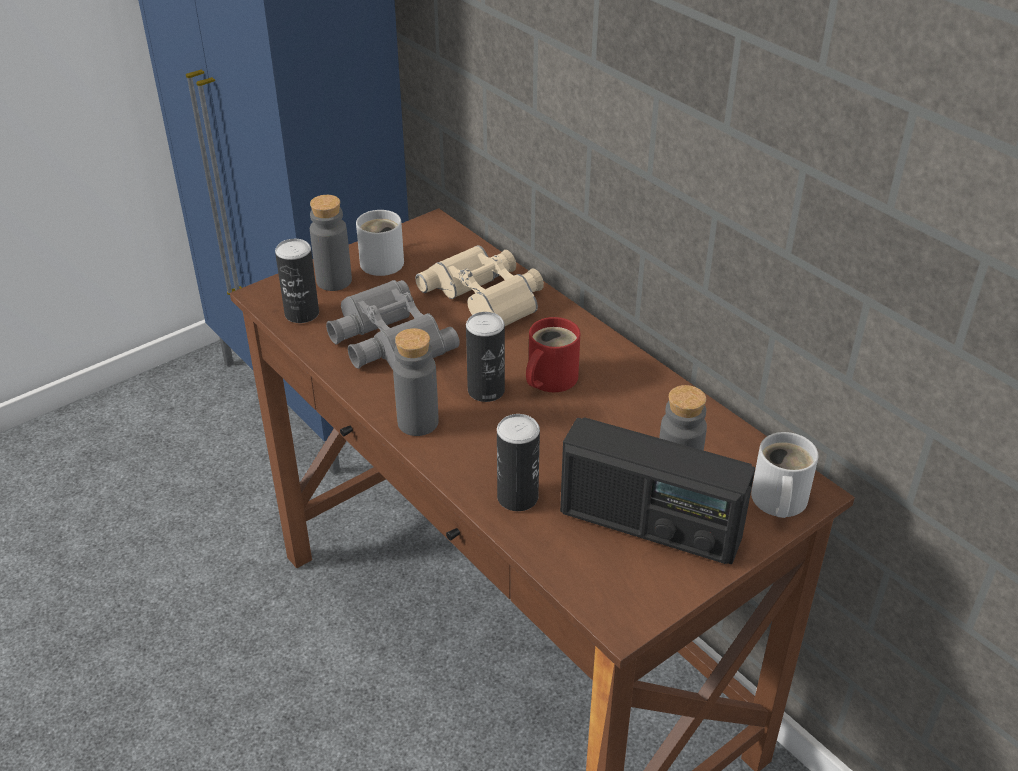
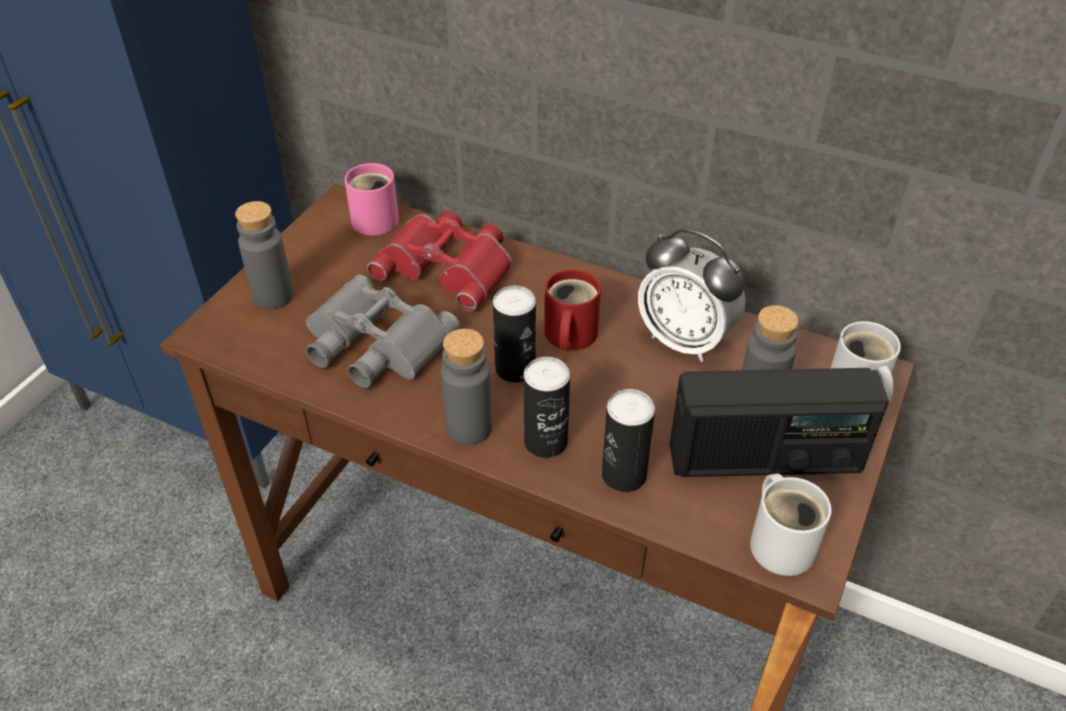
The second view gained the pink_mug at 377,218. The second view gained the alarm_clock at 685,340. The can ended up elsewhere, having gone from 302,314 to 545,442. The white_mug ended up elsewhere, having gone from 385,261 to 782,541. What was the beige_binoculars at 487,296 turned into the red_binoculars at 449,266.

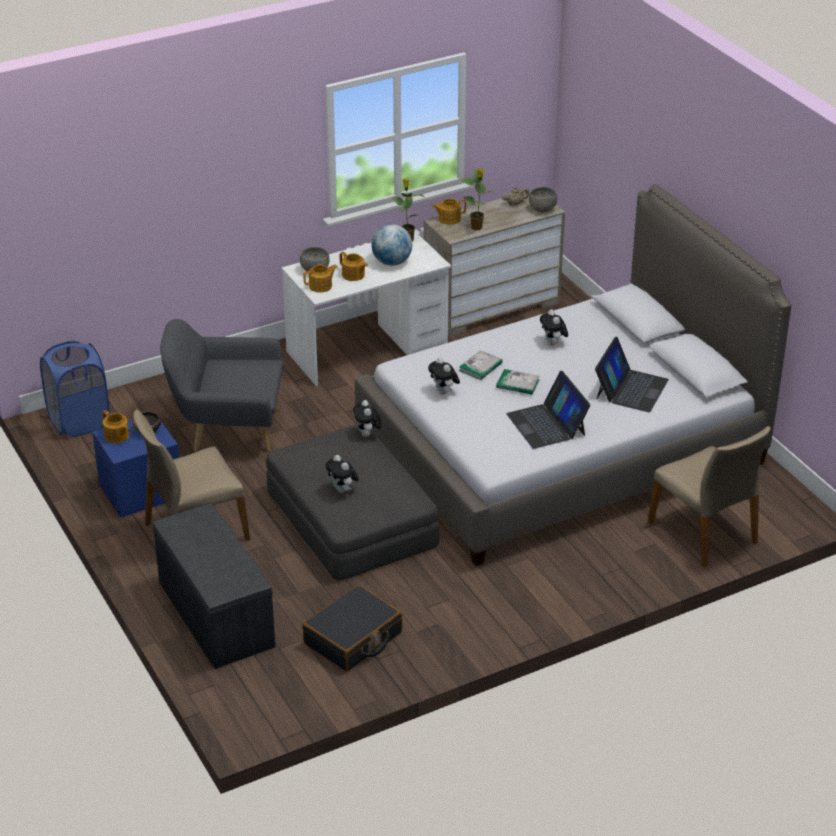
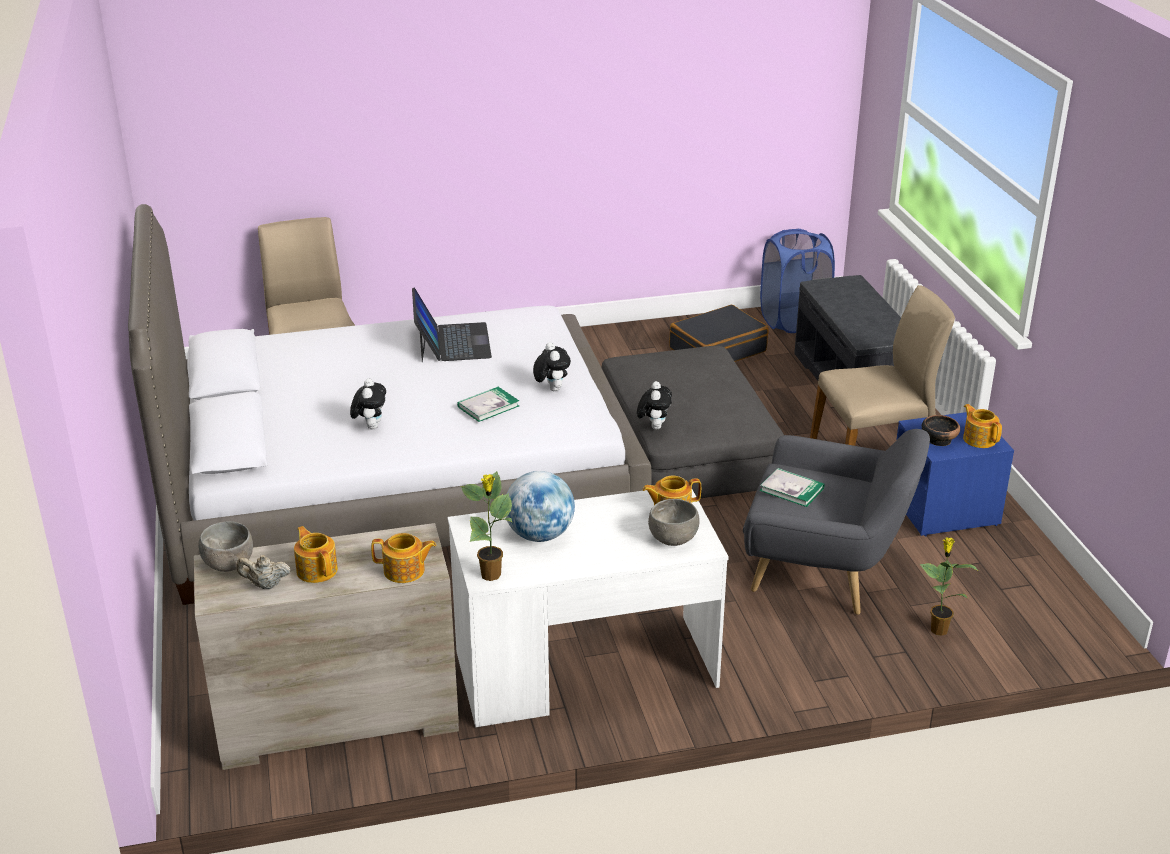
The second view lost the plush_toy at 343,490. The second view lost the laptop at 631,389. The blue_laundry_basket ended up elsewhere, having gone from 79,421 to 793,321. The teapot ended up elsewhere, having gone from 353,275 to 317,570. The potted_plant ended up elsewhere, having gone from 477,228 to 938,629. The book ended up elsewhere, having gone from 517,383 to 791,489.

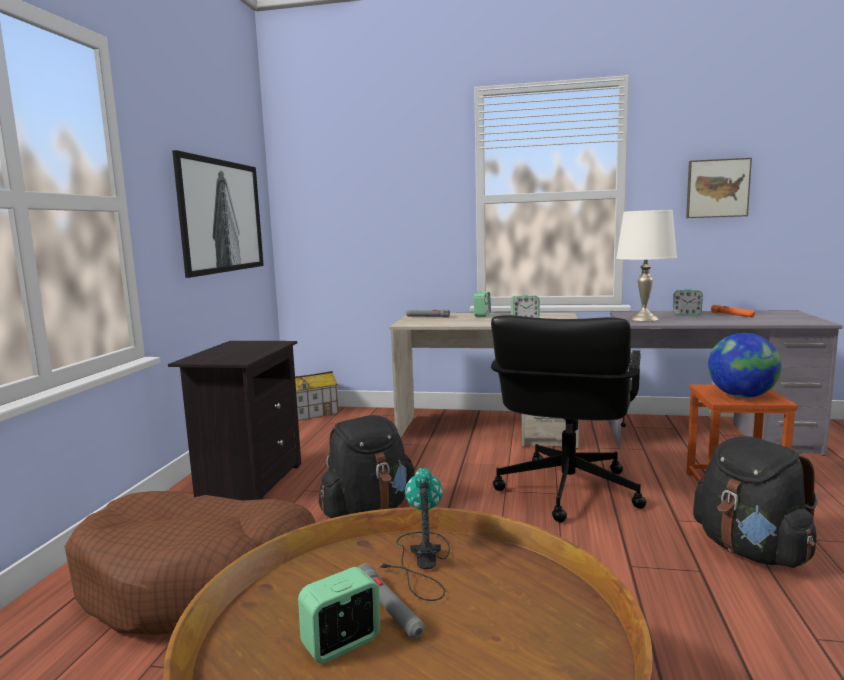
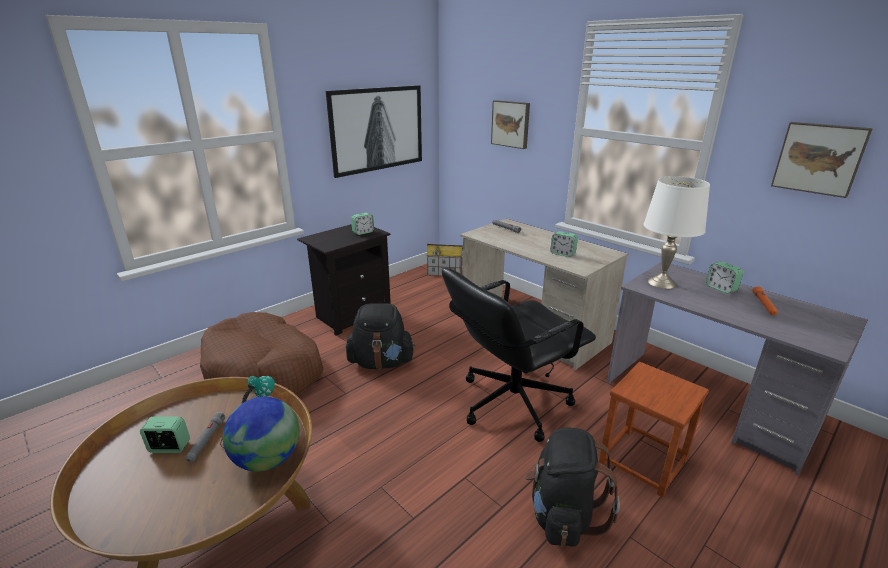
The second view gained the picture at 511,124. The alarm_clock ended up elsewhere, having gone from 482,315 to 363,232. The globe ended up elsewhere, having gone from 741,396 to 267,460.

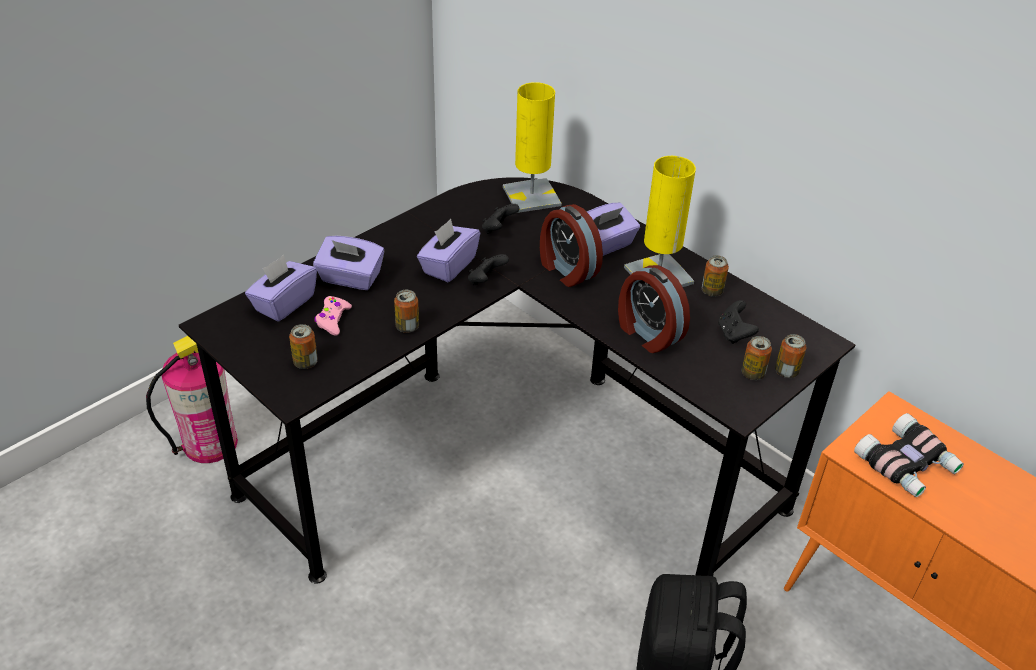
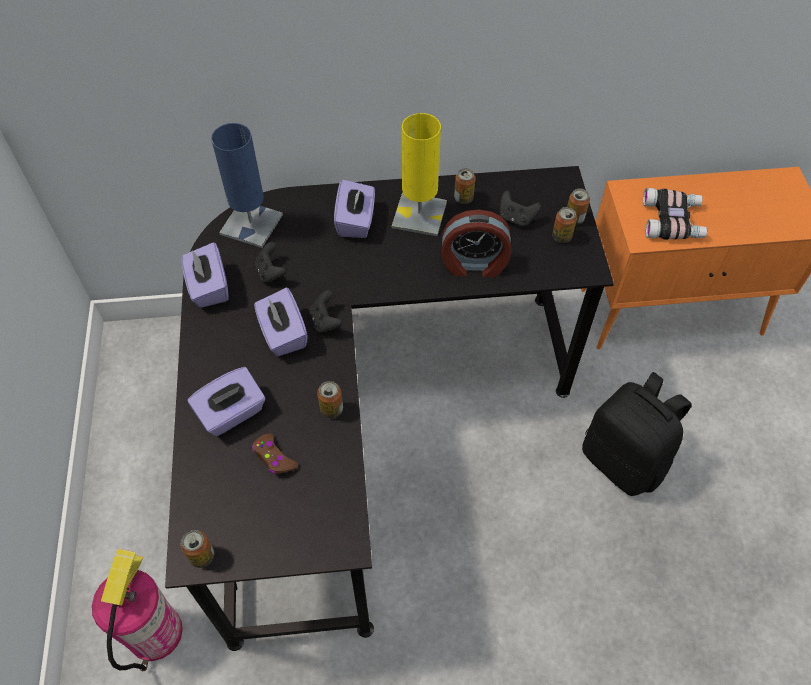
The second view lost the alarm_clock at 566,270. The purple_tissue_box ended up elsewhere, having gone from 284,303 to 209,287. The can ended up elsewhere, having gone from 305,362 to 202,556. What was the pink_game_controller at 333,320 turned into the brown_game_controller at 274,458. What was the yellow_table_lamp at 531,196 turned into the blue_table_lamp at 251,224.

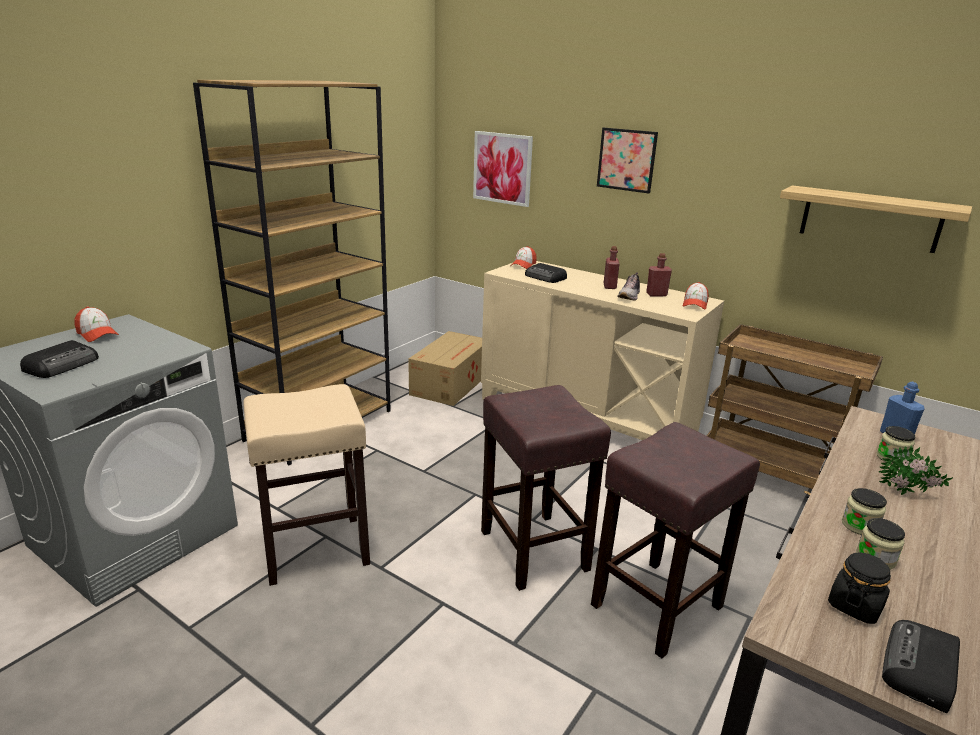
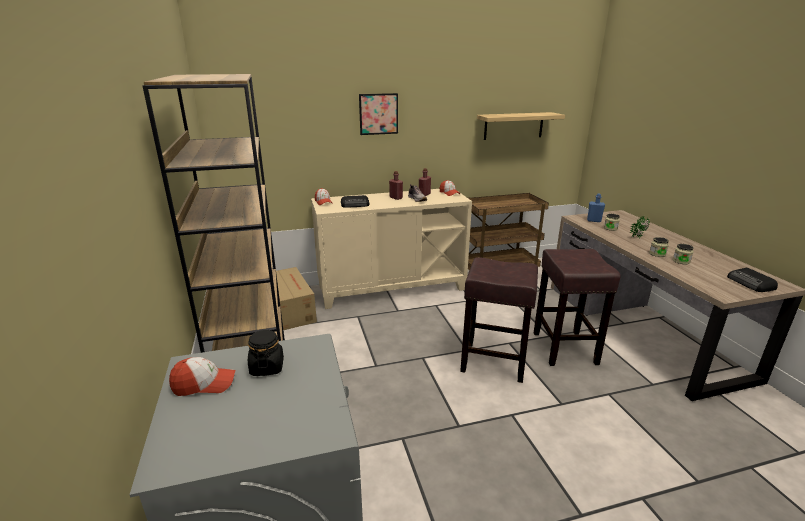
The second view lost the radio at 63,365. The second view lost the beige_stool at 314,550. The second view lost the picture at 502,168. The black_jar ended up elsewhere, having gone from 855,605 to 267,367.

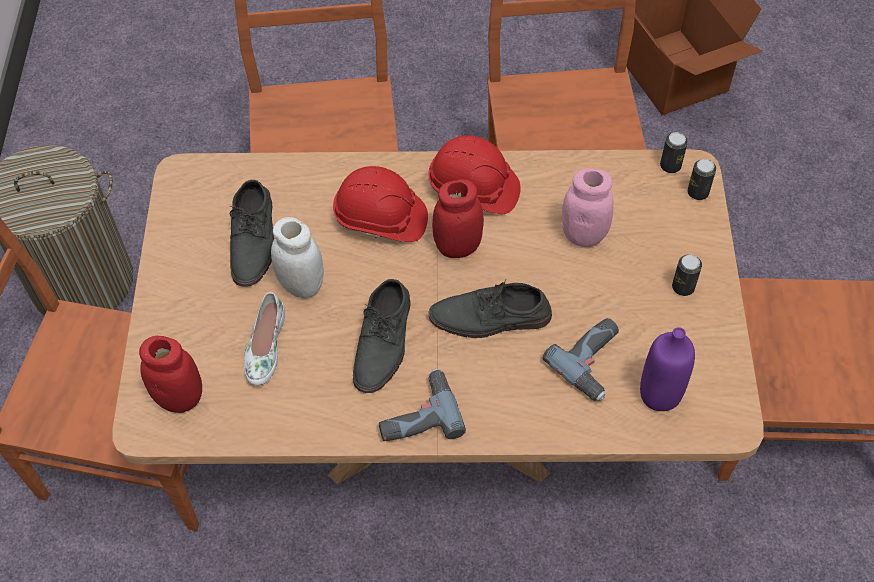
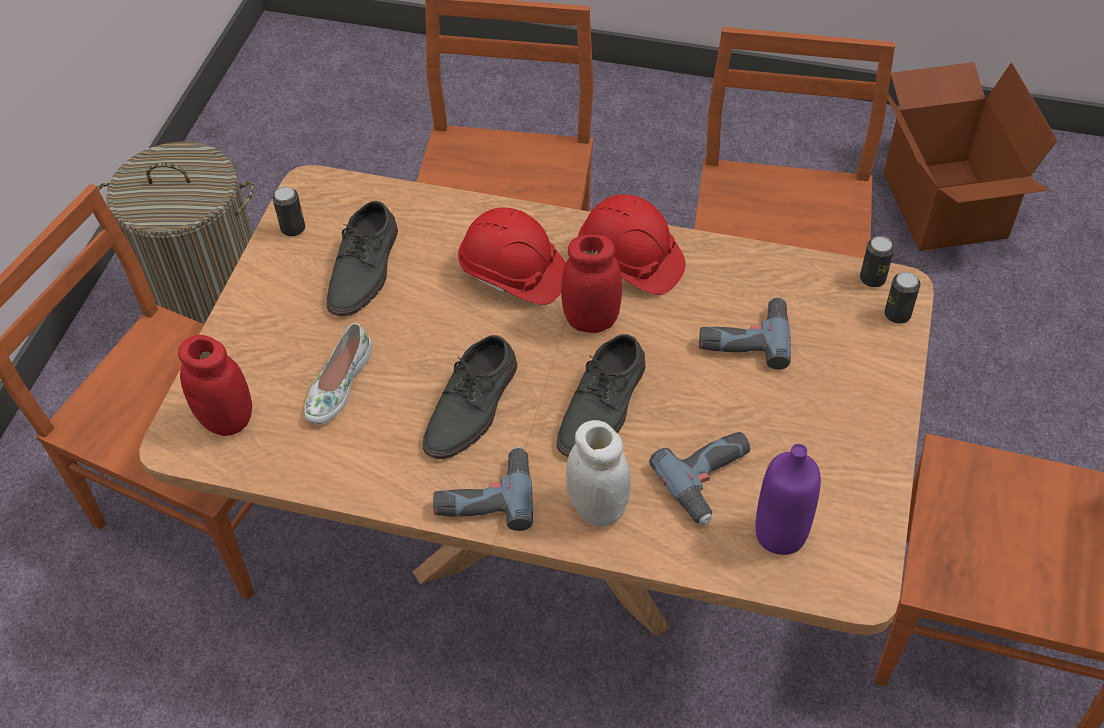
The white_jar ended up elsewhere, having gone from 301,285 to 597,507. The can ended up elsewhere, having gone from 683,287 to 293,228. Where the pink_jar stood at 583,234, the power_drill came to stand at 744,335. The grey_shoe at 490,318 ended up facing another way, 75 degrees counterclockwise from before.

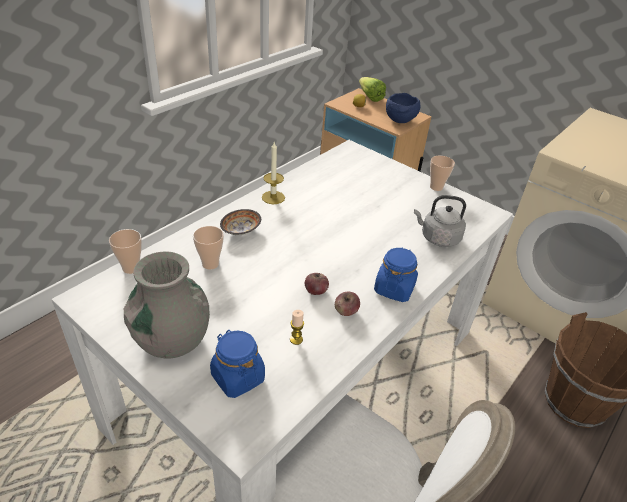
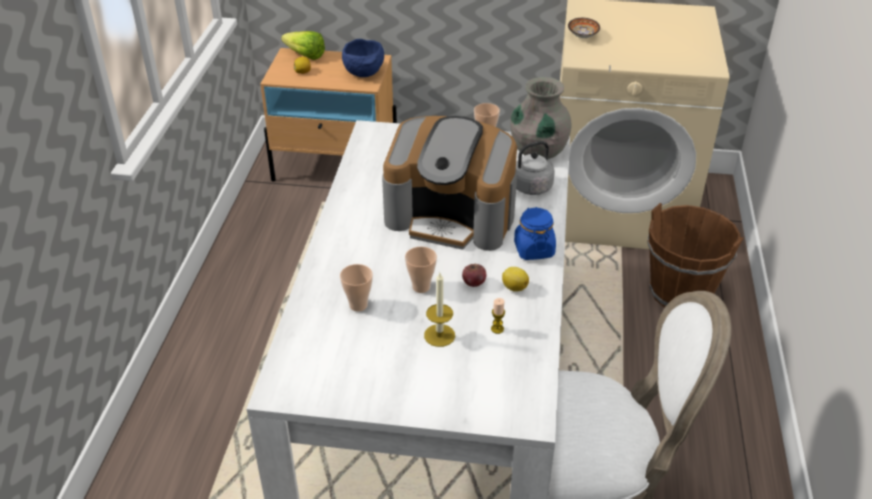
The second view lost the blue_jar at 237,377. The second view gained the coffee_machine at 452,216. The cup ended up elsewhere, having gone from 131,268 to 421,287. The grey_vase ended up elsewhere, having gone from 172,340 to 538,151. The bowl ended up elsewhere, having gone from 240,231 to 582,36. The candle ended up elsewhere, having gone from 273,197 to 439,335. Where the apple stood at 346,311, the lemon came to stand at 514,287.

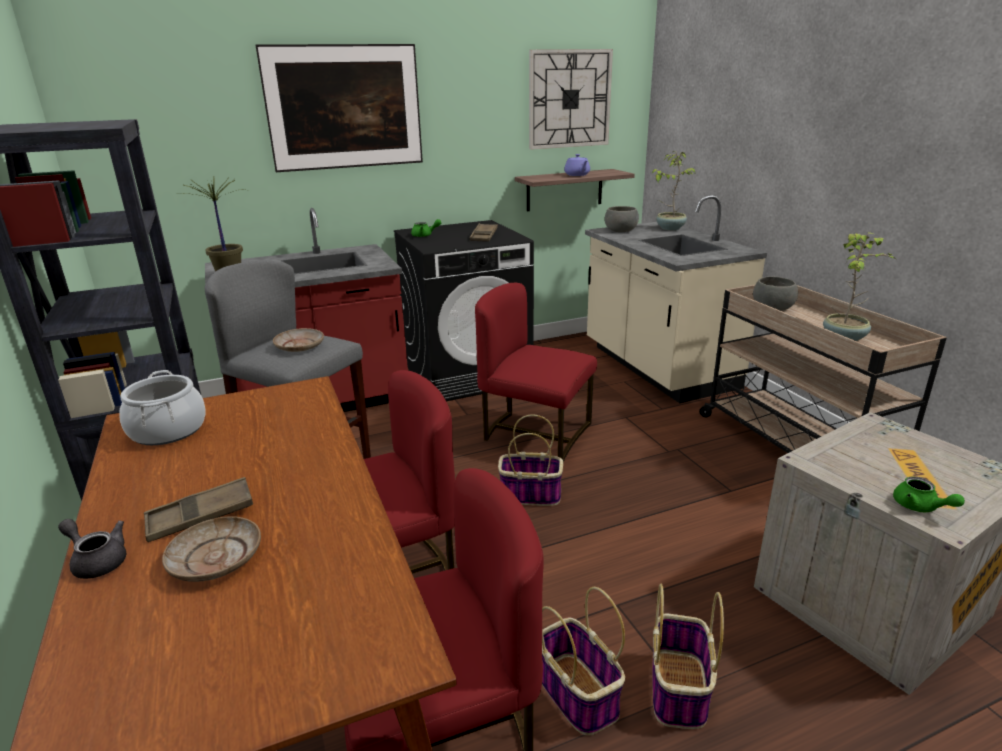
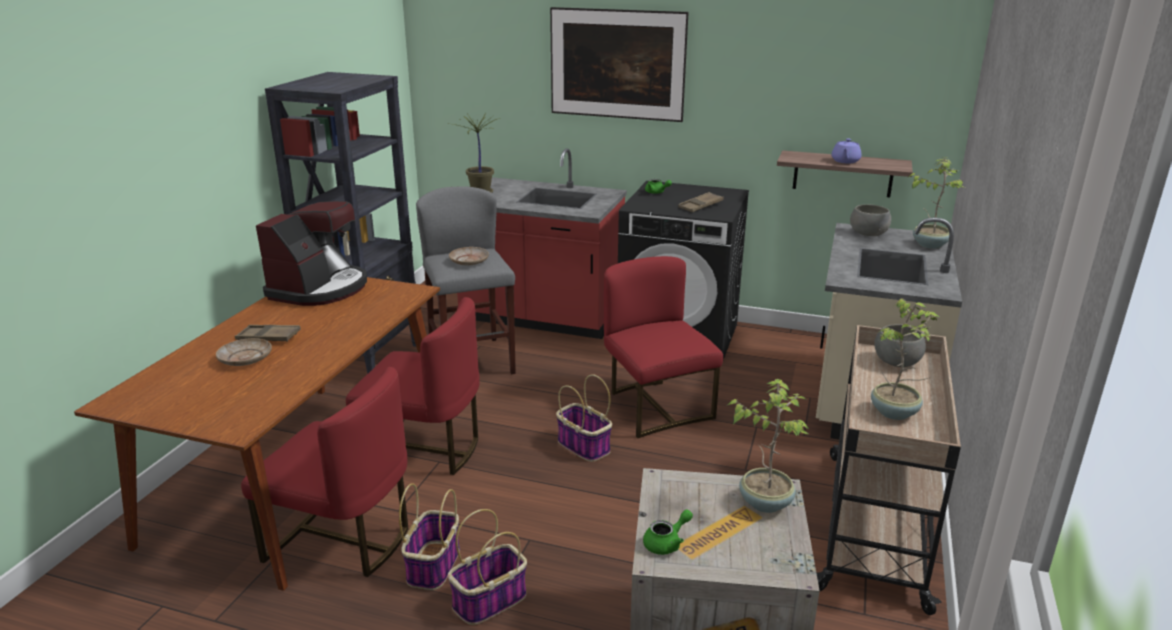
The second view lost the grey_teapot at 97,561. The second view lost the wall_clock at 569,99. The second view gained the potted_plant at 765,502. Where the cooking_pot stood at 167,430, the coffee_machine came to stand at 320,288. The green_teapot at 920,507 ended up facing another way, 135 degrees counterclockwise from before.

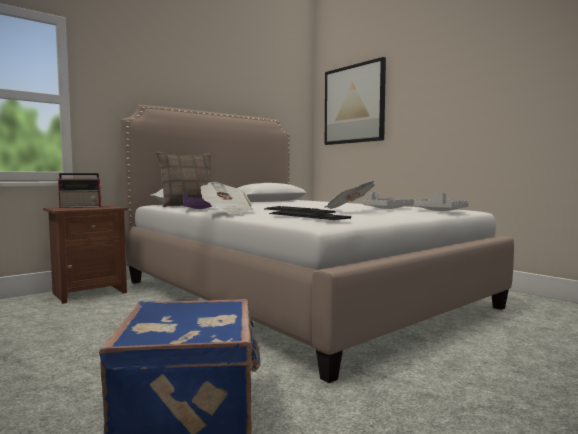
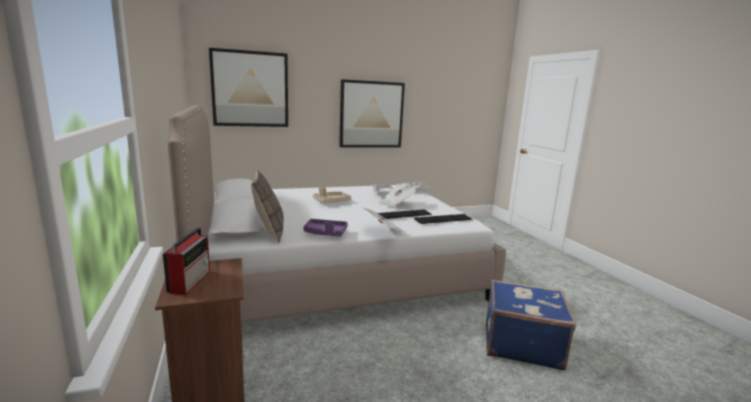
The second view gained the beige_tray at 331,201. The second view gained the picture at 371,114.

